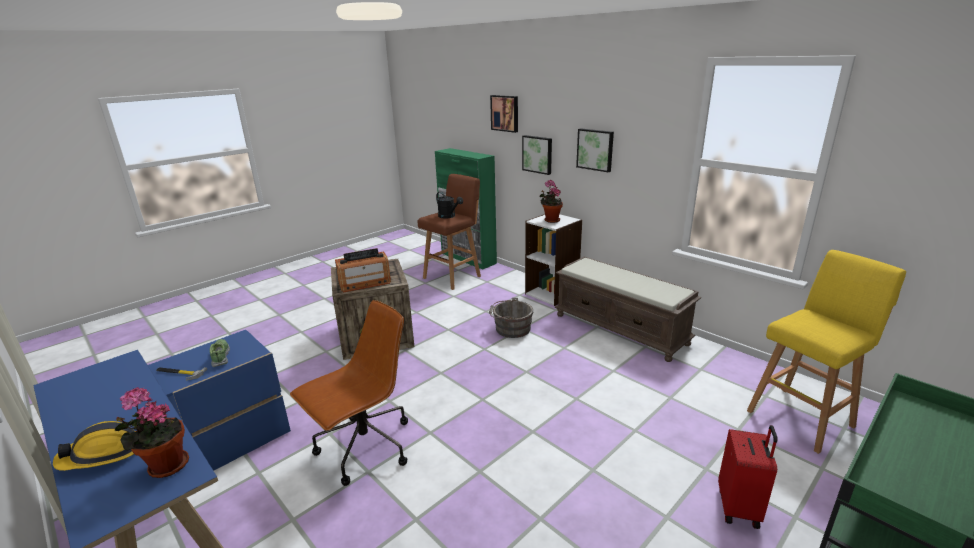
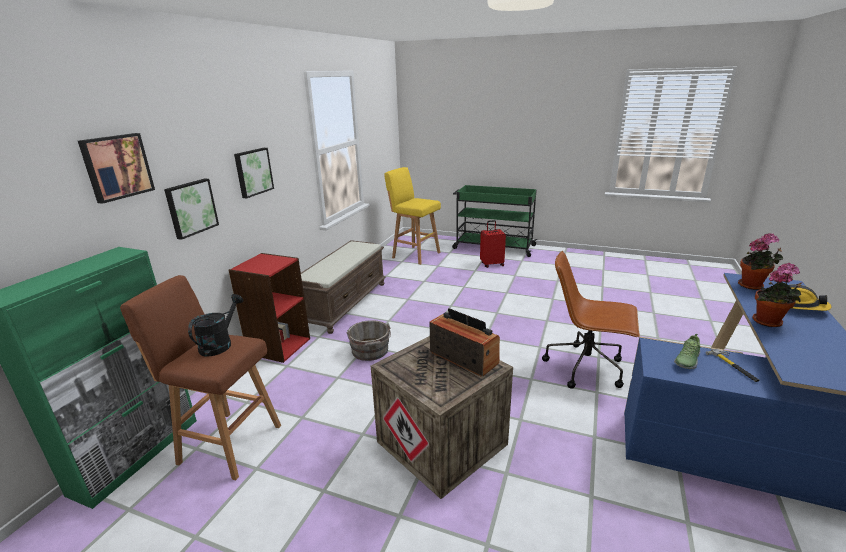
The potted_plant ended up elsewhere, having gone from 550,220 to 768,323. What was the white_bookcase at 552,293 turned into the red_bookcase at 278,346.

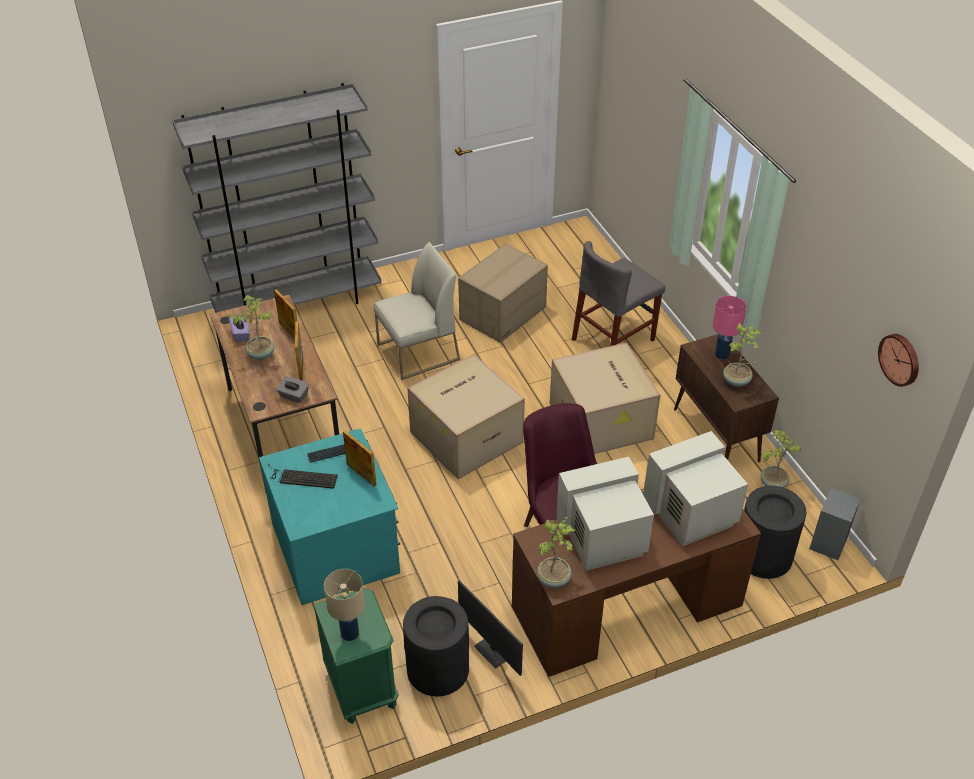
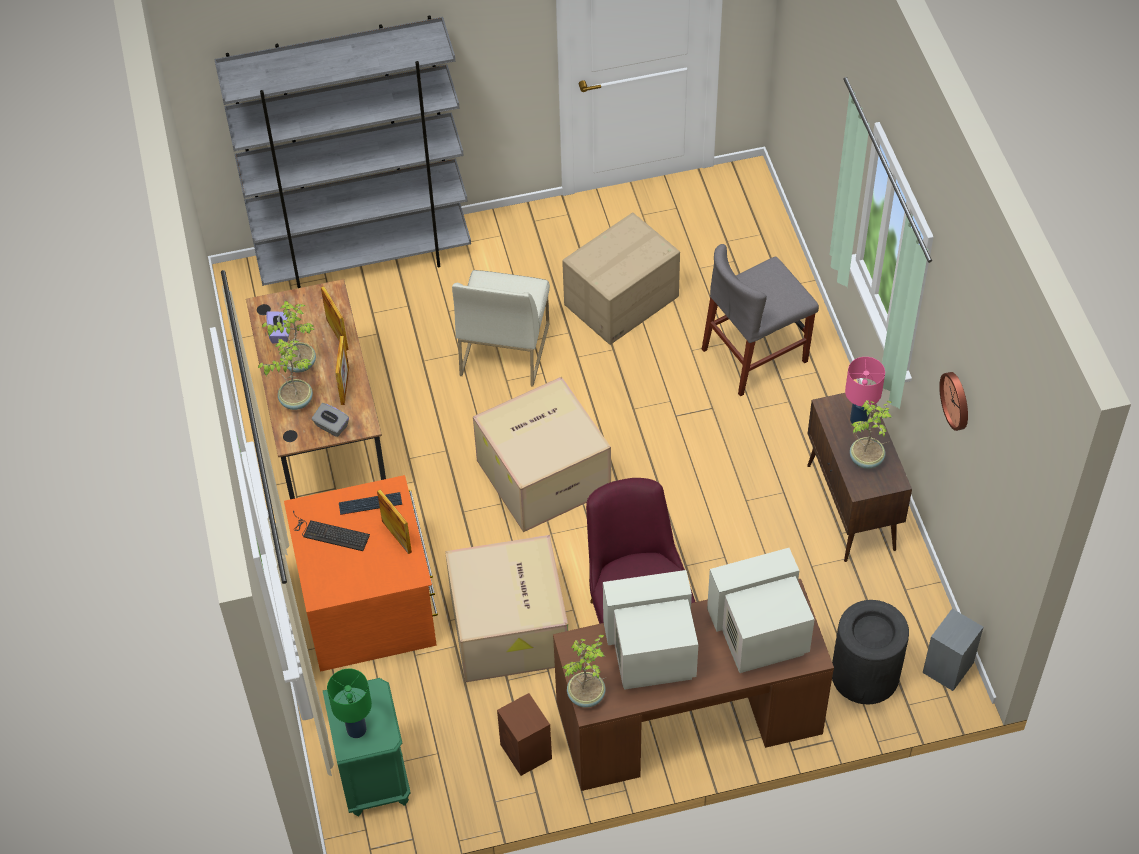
The second view lost the black_trash_can at 437,669. The cardboard_box ended up elsewhere, having gone from 602,421 to 511,630. The potted_plant ended up elsewhere, having gone from 772,483 to 296,400. The wall_clock ended up elsewhere, having gone from 900,359 to 957,400. Where the monitor stood at 494,650, the brown_speaker came to stand at 526,752. What was the turquoise_dresser at 337,547 turned into the orange_dresser at 369,604. What was the beige_table_lamp at 349,633 turned into the green_table_lamp at 356,729. The white_chair at 418,353 ended up facing another way, 120 degrees clockwise from before.

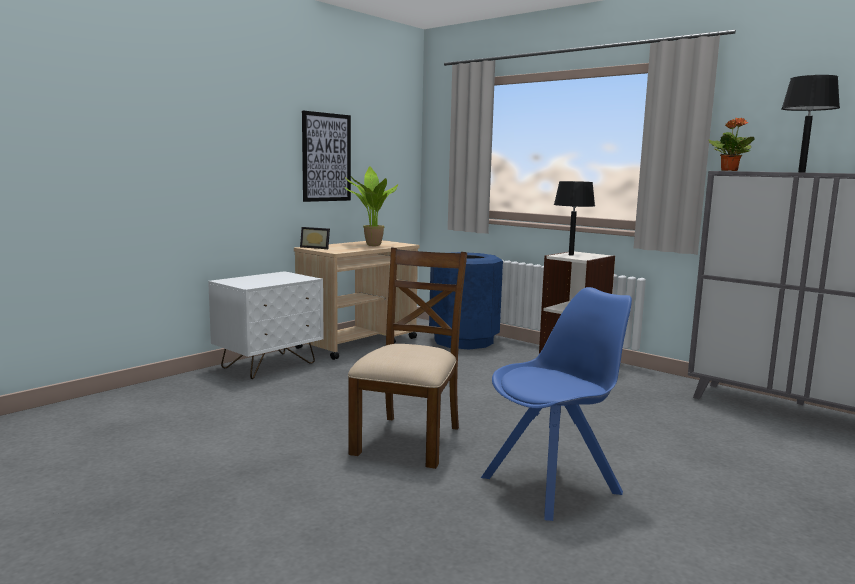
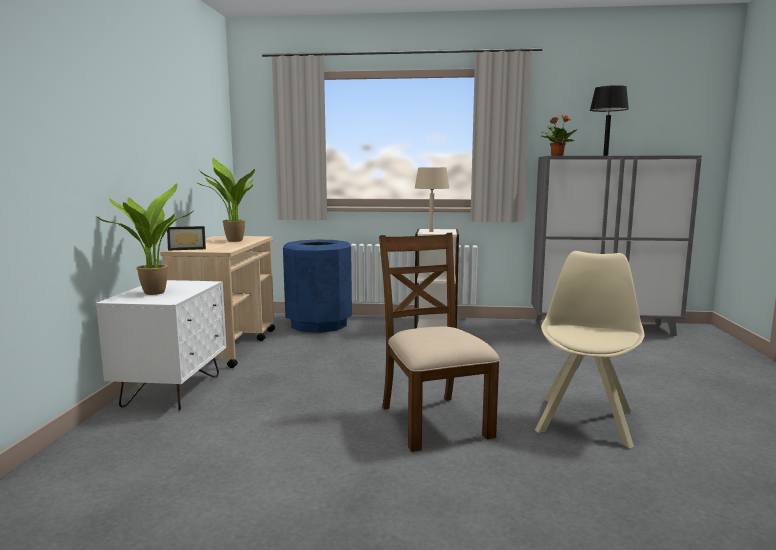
The second view lost the picture at 326,157. The second view gained the potted_plant at 152,292. What was the blue_chair at 554,484 turned into the beige_chair at 585,420. What was the black_table_lamp at 571,255 turned into the beige_table_lamp at 431,231.

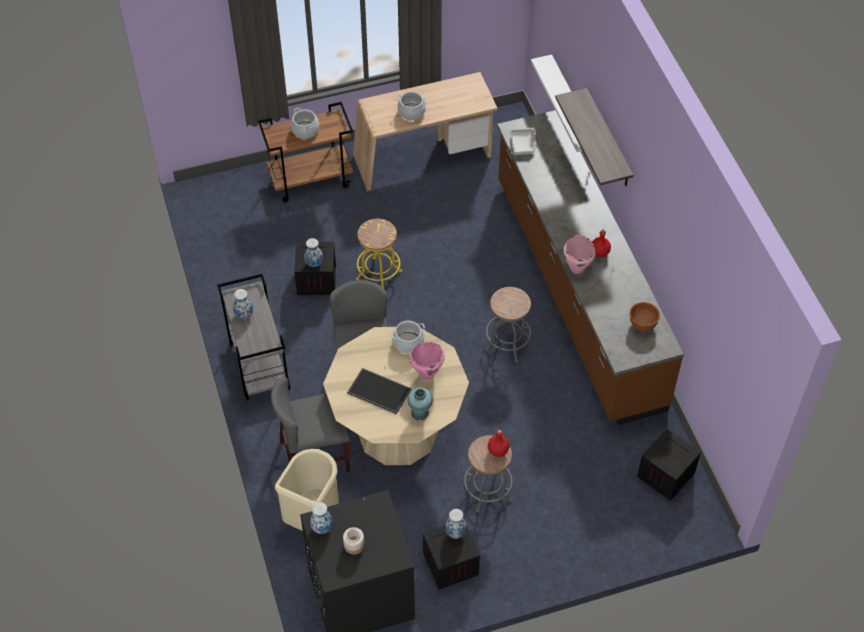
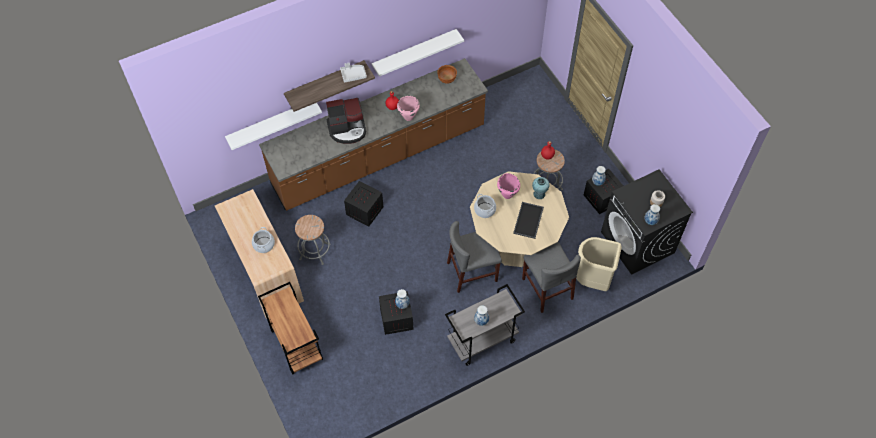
The second view lost the cooking_pot at 305,130. The second view lost the yellow_stool at 379,275. The second view gained the coffee_machine at 347,129. The second view gained the white_shelf at 414,52. The grey_stool ended up elsewhere, having gone from 507,343 to 315,251. The grey_tray ended up elsewhere, having gone from 523,145 to 353,75. The crate ended up elsewhere, having gone from 666,475 to 364,210.

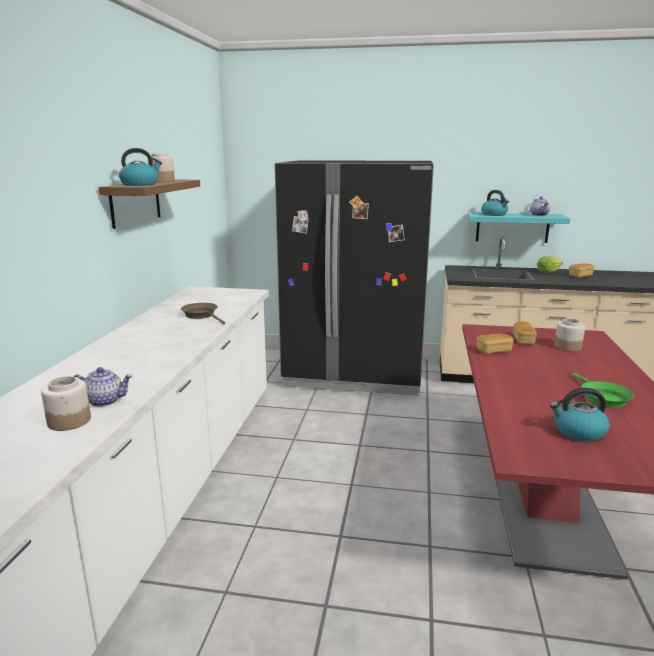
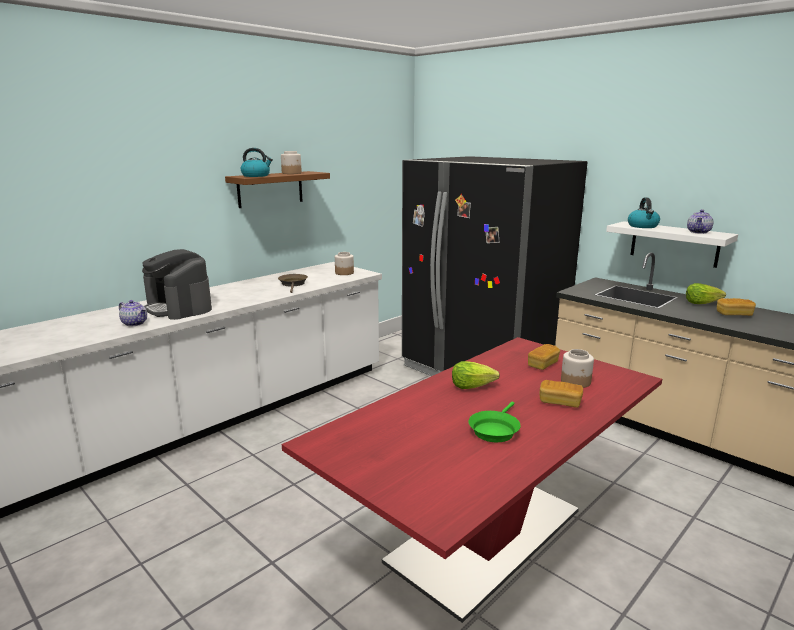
The second view lost the kettle at 578,432. The second view gained the coffee_machine at 179,308. The second view gained the lettuce at 472,386. The jar ended up elsewhere, having gone from 70,421 to 344,273. The bread ended up elsewhere, having gone from 493,351 to 560,402. What was the turquoise_shelf at 512,227 turned into the white_shelf at 674,244.

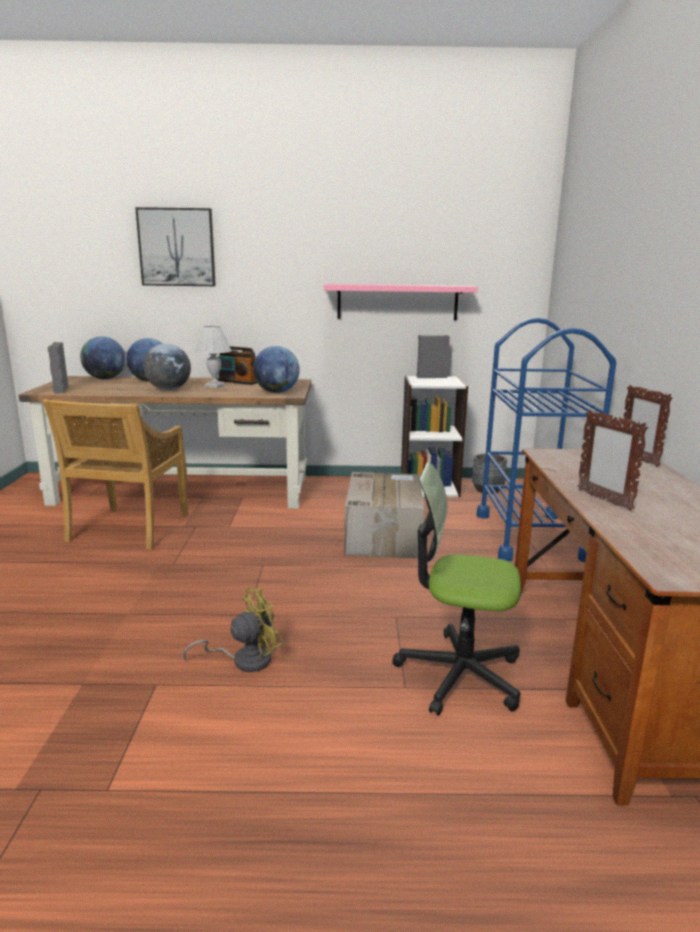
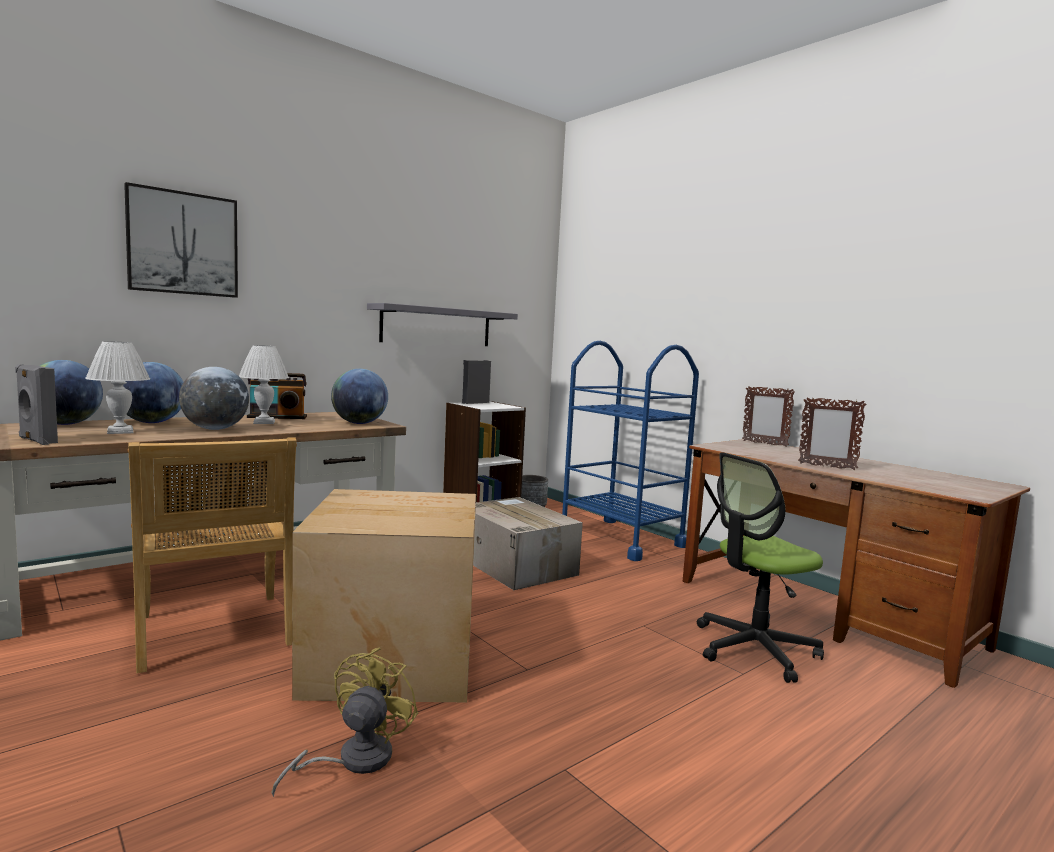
The second view gained the white_table_lamp at 120,432. The second view gained the cardboard_box at 390,657. The yellow_fan ended up elsewhere, having gone from 244,660 to 353,760. What was the pink_shelf at 397,302 turned into the grey_shelf at 437,326.

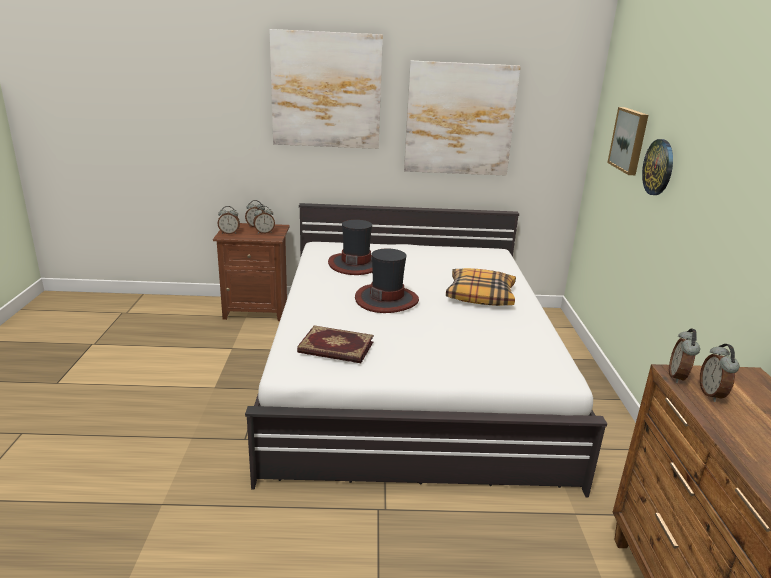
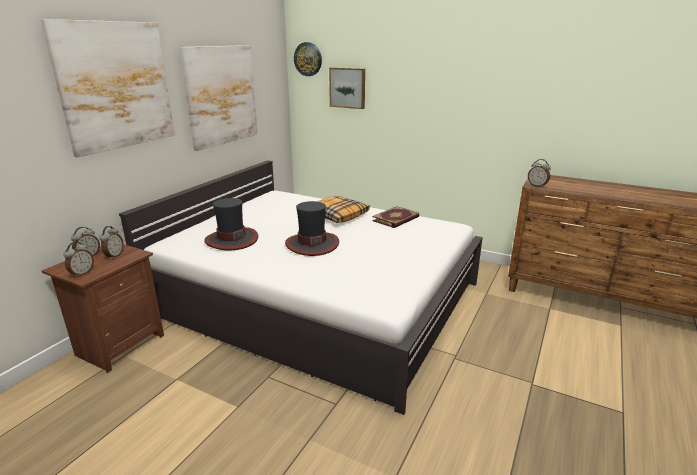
The second view lost the alarm_clock at 712,394. The book ended up elsewhere, having gone from 335,348 to 396,219. The wall_clock ended up elsewhere, having gone from 659,167 to 308,59.

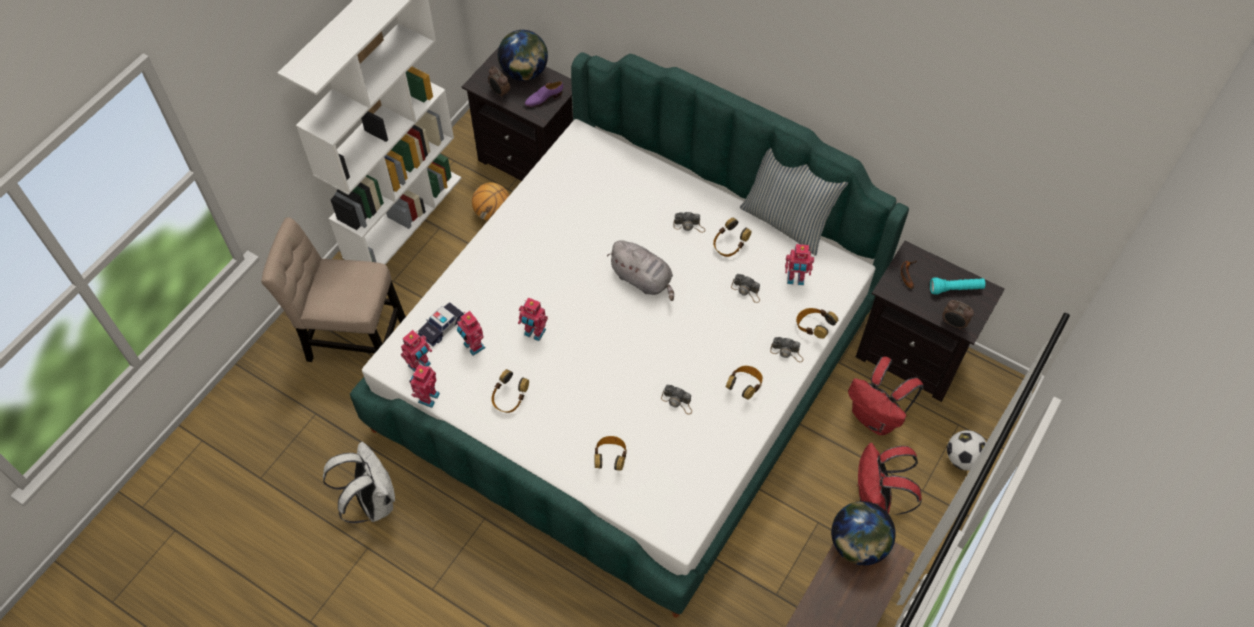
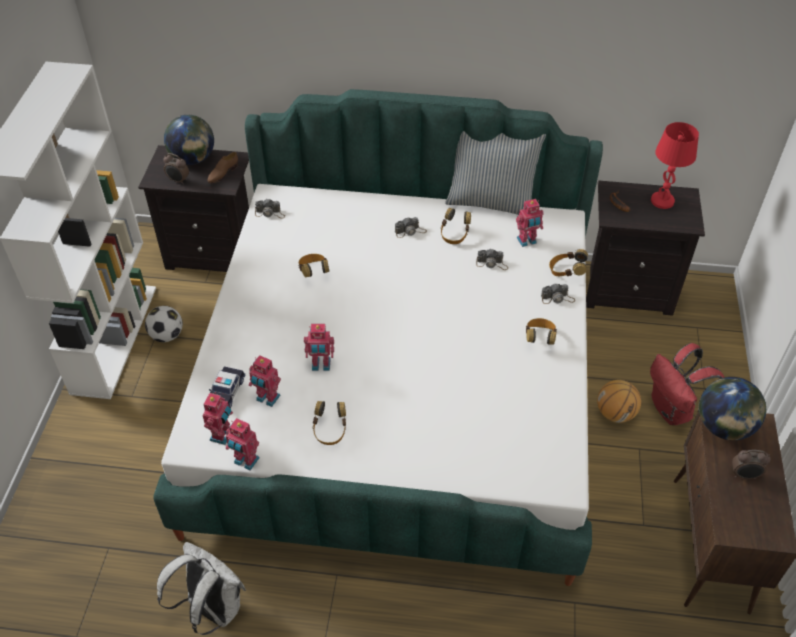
The second view lost the beige_chair at 351,338. The second view lost the grey_plush_toy at 643,279. The second view lost the red_backpack at 876,418. The basketball ended up elsewhere, having gone from 493,213 to 615,413. The headphones ended up elsewhere, having gone from 610,458 to 314,272. The photo_camera ended up elsewhere, having gone from 677,402 to 270,213. The alarm_clock ended up elsewhere, having gone from 953,323 to 744,475. The football ended up elsewhere, having gone from 962,458 to 167,335. Where the turquoise_flashlight stood at 956,289, the red_table_lamp came to stand at 662,201. What was the purple_shoe at 543,98 turned into the brown_shoe at 223,173. The toy_robot at 427,397 ended up facing another way, 60 degrees counterclockwise from before.

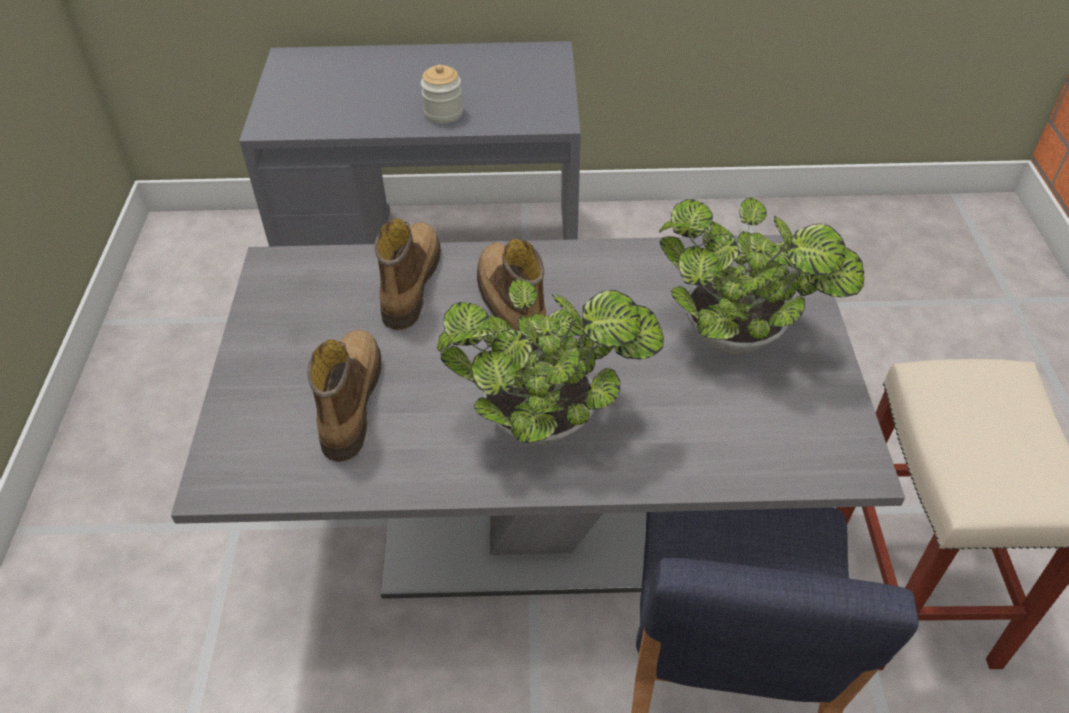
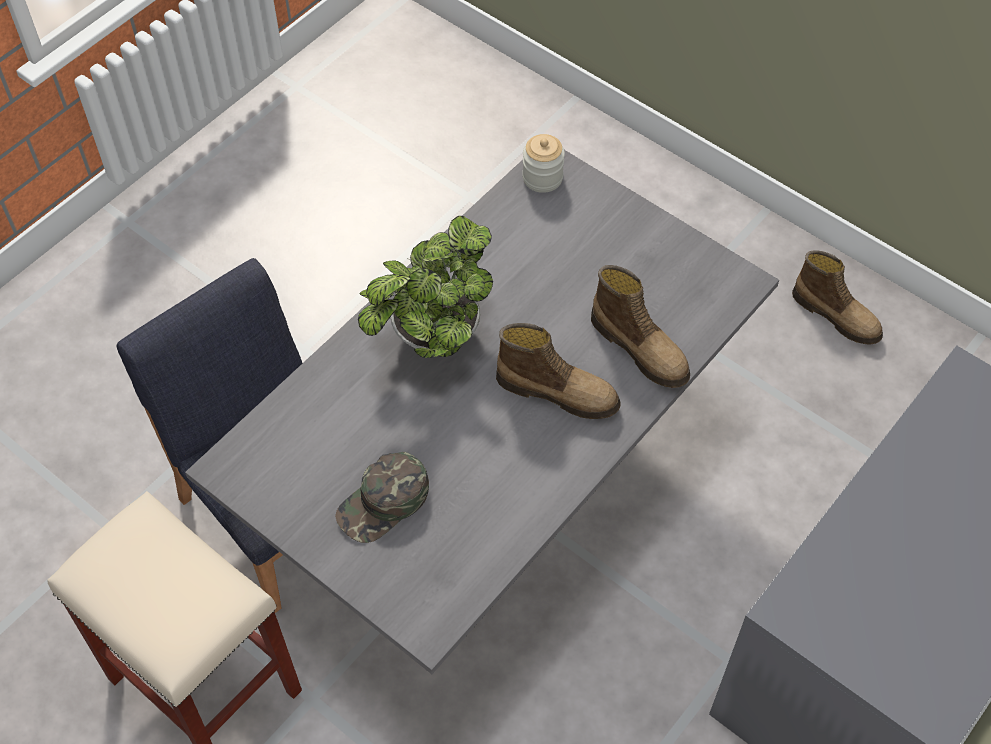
The boot ended up elsewhere, having gone from 349,401 to 836,315. The jar ended up elsewhere, having gone from 443,113 to 542,178. Where the potted_plant stood at 740,339, the green_cap came to stand at 384,503.

